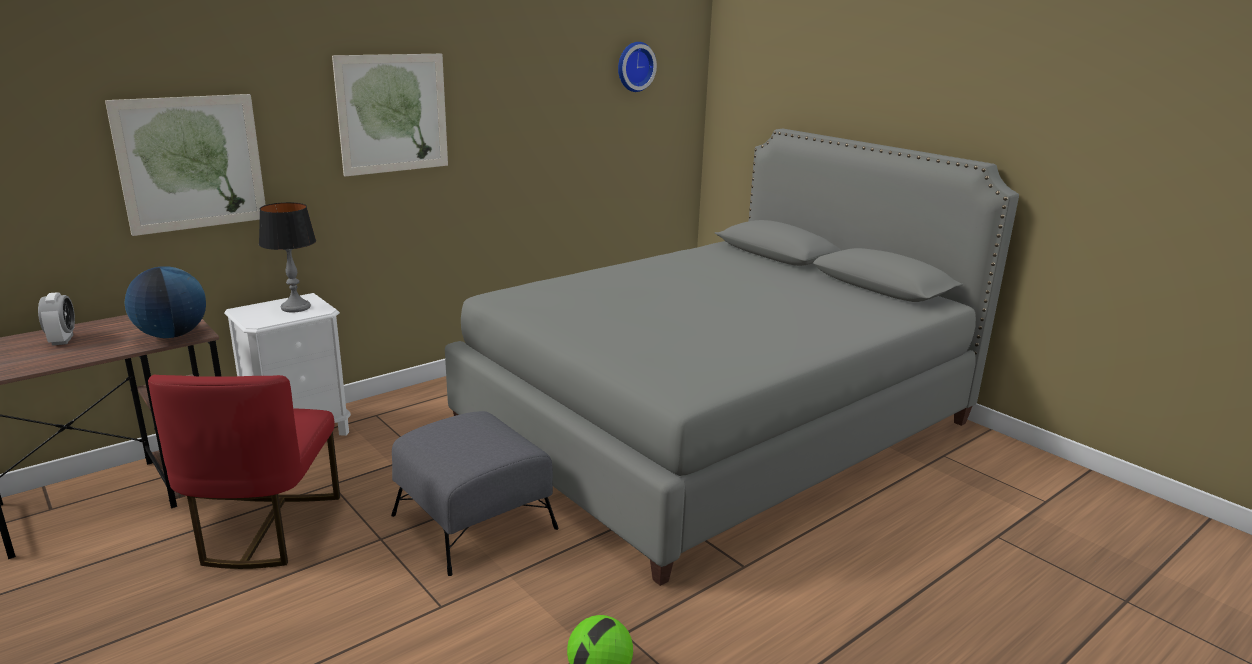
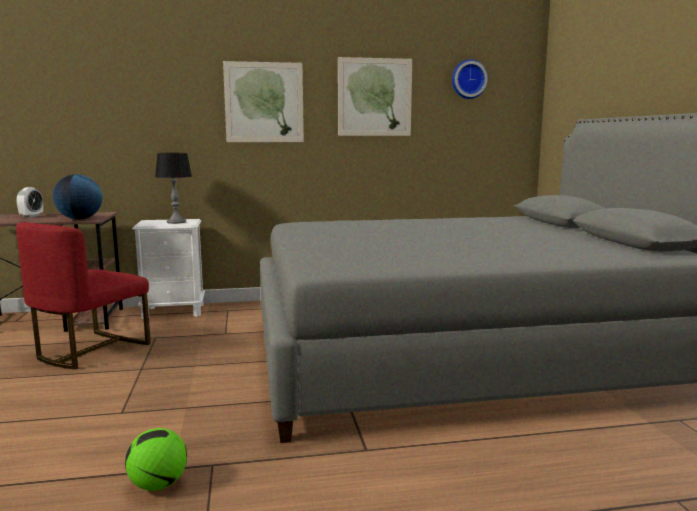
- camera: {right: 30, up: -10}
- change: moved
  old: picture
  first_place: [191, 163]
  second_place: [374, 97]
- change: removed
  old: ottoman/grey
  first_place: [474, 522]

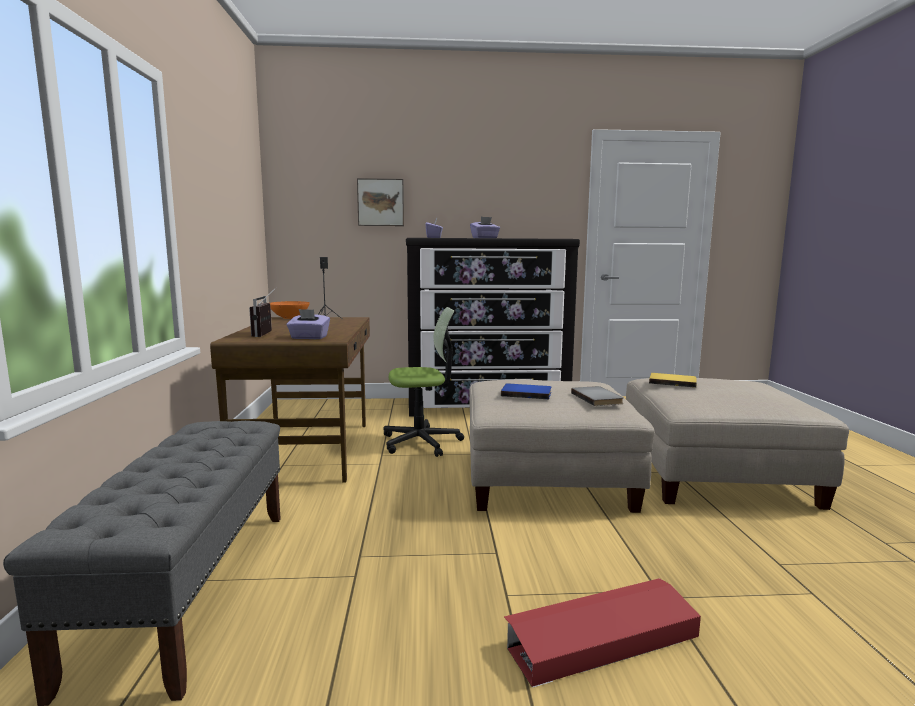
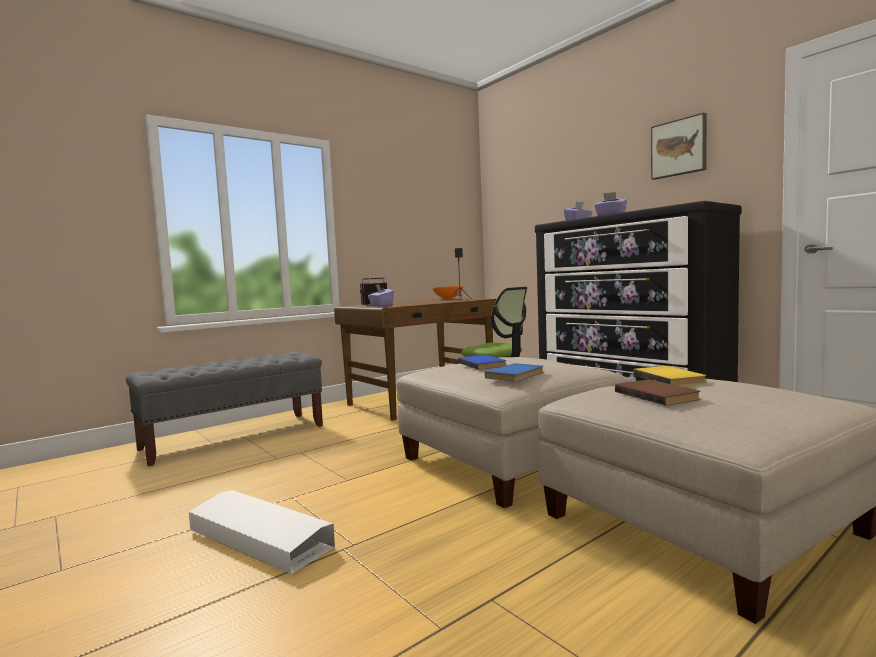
- camera: {right: 55, up: -5}
- change: moved
  old: picture
  first_place: [381, 202]
  second_place: [679, 148]
- change: recoloured
  old: storage box/red
  new: storage box/white
  first_place: [600, 639]
  second_place: [259, 538]
- change: recoloured
  old: book/grey
  new: book/blue
  first_place: [598, 398]
  second_place: [517, 375]
- change: added
  new: book/brown
  second_place: [658, 395]

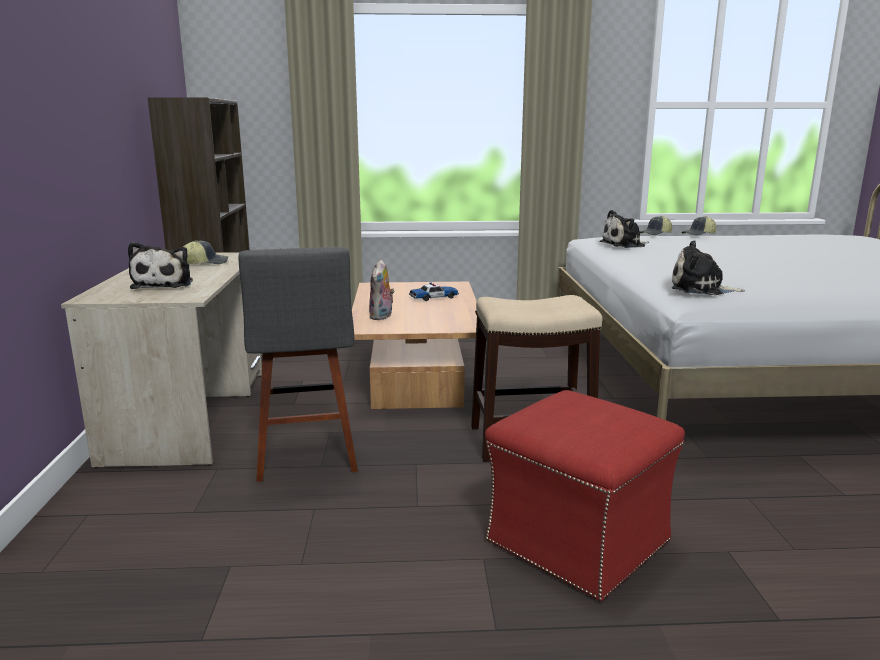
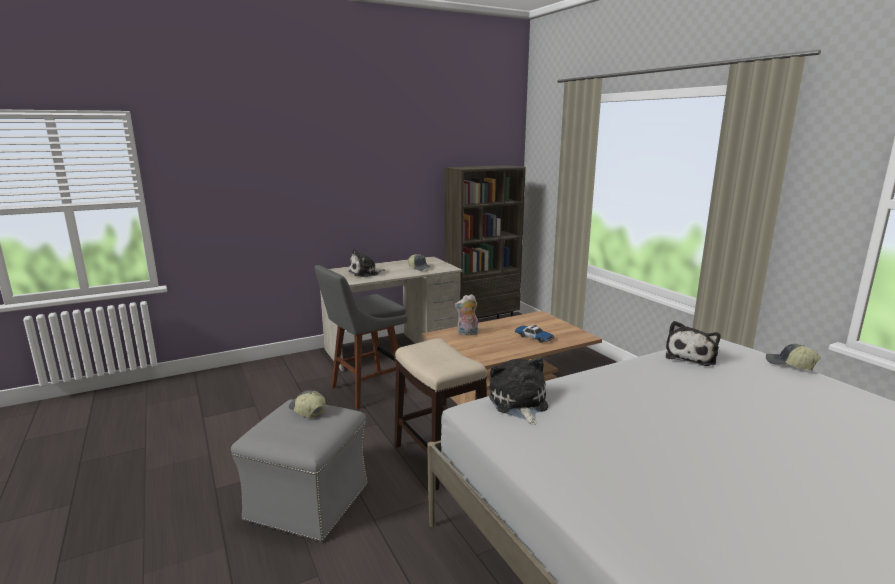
- camera: {right: 65, up: 0}
- change: recoloured
  old: ottoman/red
  new: ottoman/grey
  first_place: [576, 541]
  second_place: [308, 501]
- change: turned
  old: plush toy
  first_place: [625, 245]
  second_place: [691, 356]
  degrees: -105
- change: moved
  old: cap
  first_place: [699, 235]
  second_place: [307, 410]

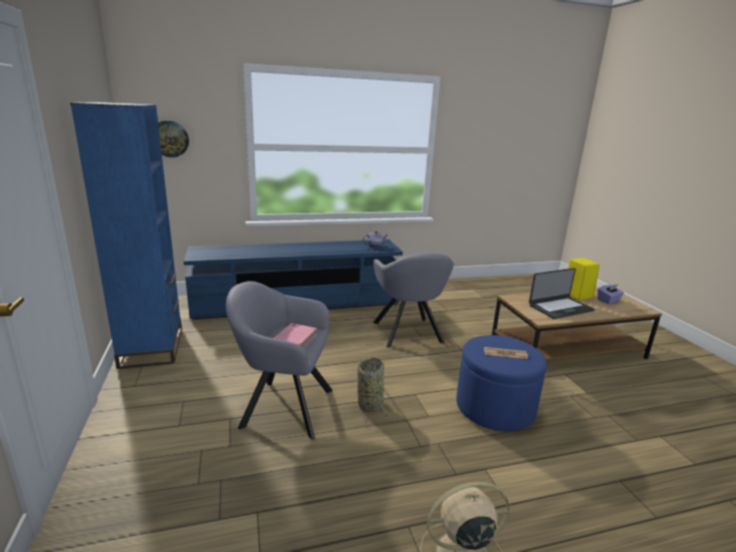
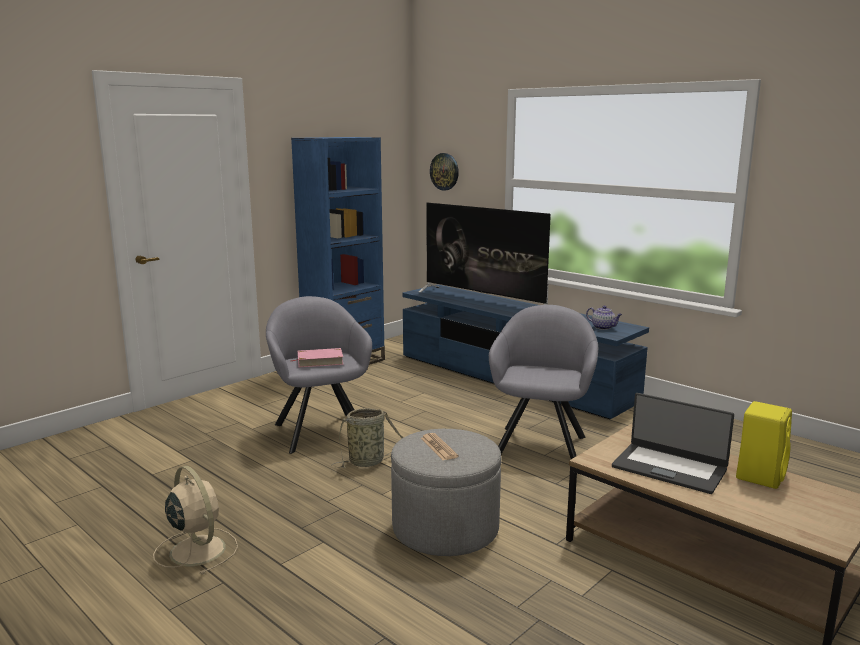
- camera: {right: 60, up: -5}
- change: turned
  old: armchair/grey
  first_place: [408, 334]
  second_place: [541, 444]
  degrees: 150
- change: recoloured
  old: ottoman/blue
  new: ottoman/grey
  first_place: [494, 408]
  second_place: [445, 528]
- change: removed
  old: tissue box/purple
  first_place: [608, 300]
- change: added
  new: television
  second_place: [484, 300]

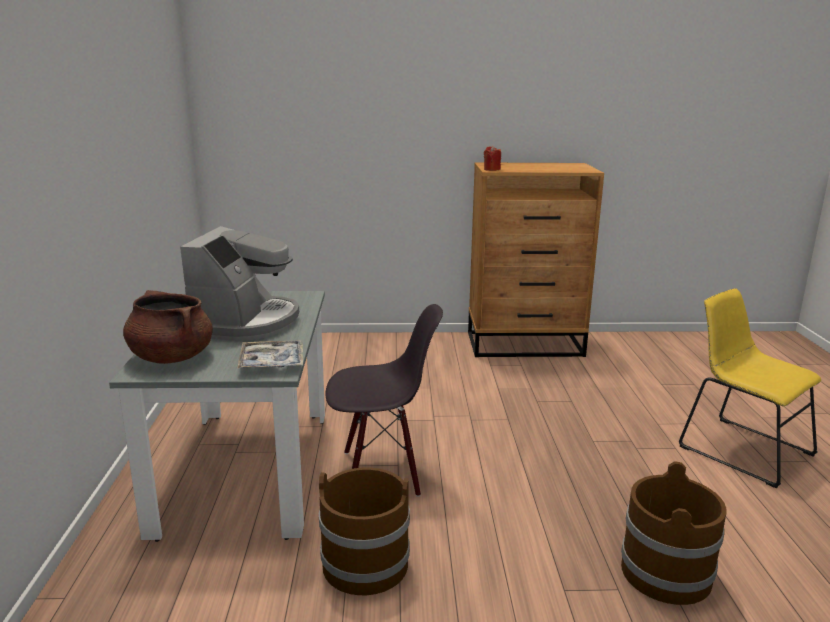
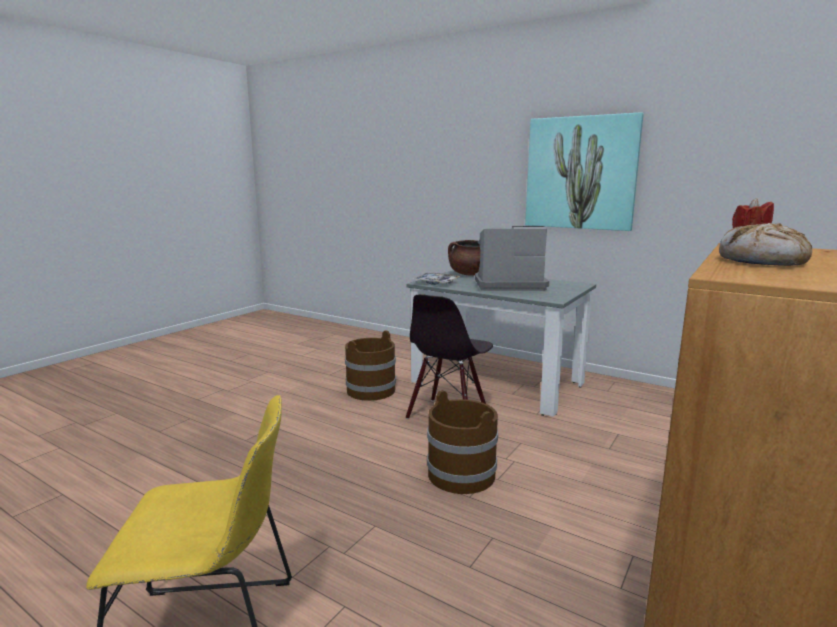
- camera: {right: 125, up: -5}
- change: turned
  old: coffee machine
  first_place: [246, 322]
  second_place: [508, 285]
  degrees: 135
- change: moved
  old: bucket/brown
  first_place: [665, 572]
  second_place: [462, 474]
- change: added
  new: picture
  second_place: [581, 173]
- change: added
  new: bread
  second_place: [762, 261]

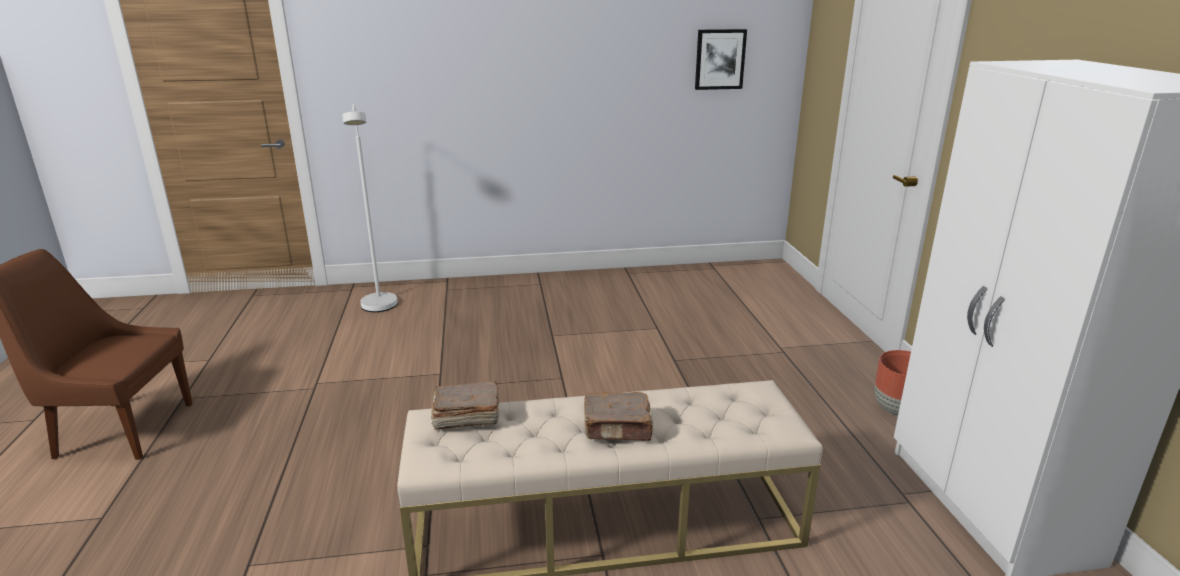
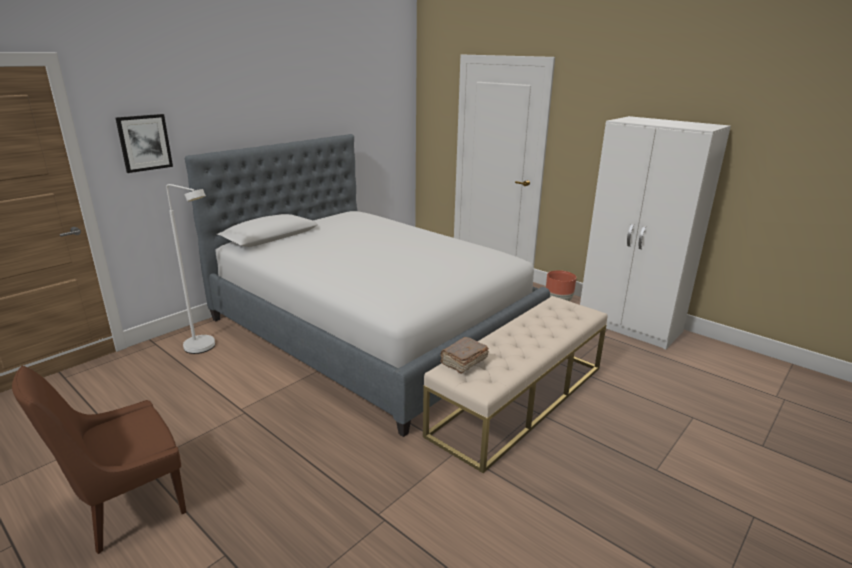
- camera: {right: -40, up: 0}
- change: removed
  old: book/brown
  first_place: [618, 428]
- change: moved
  old: picture
  first_place: [720, 59]
  second_place: [144, 143]
- change: added
  new: bed
  second_place: [372, 329]

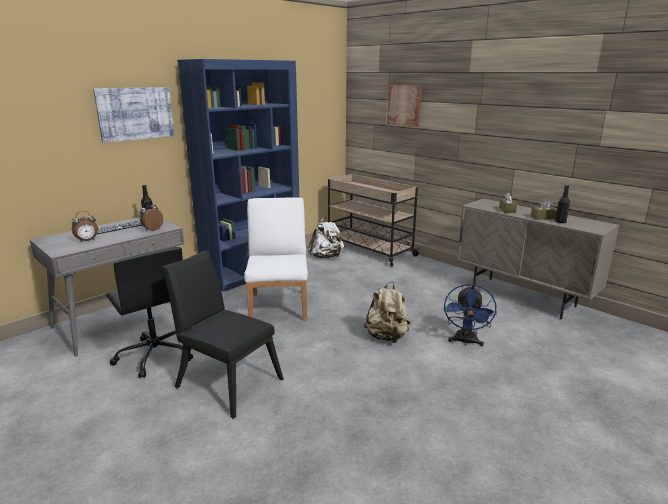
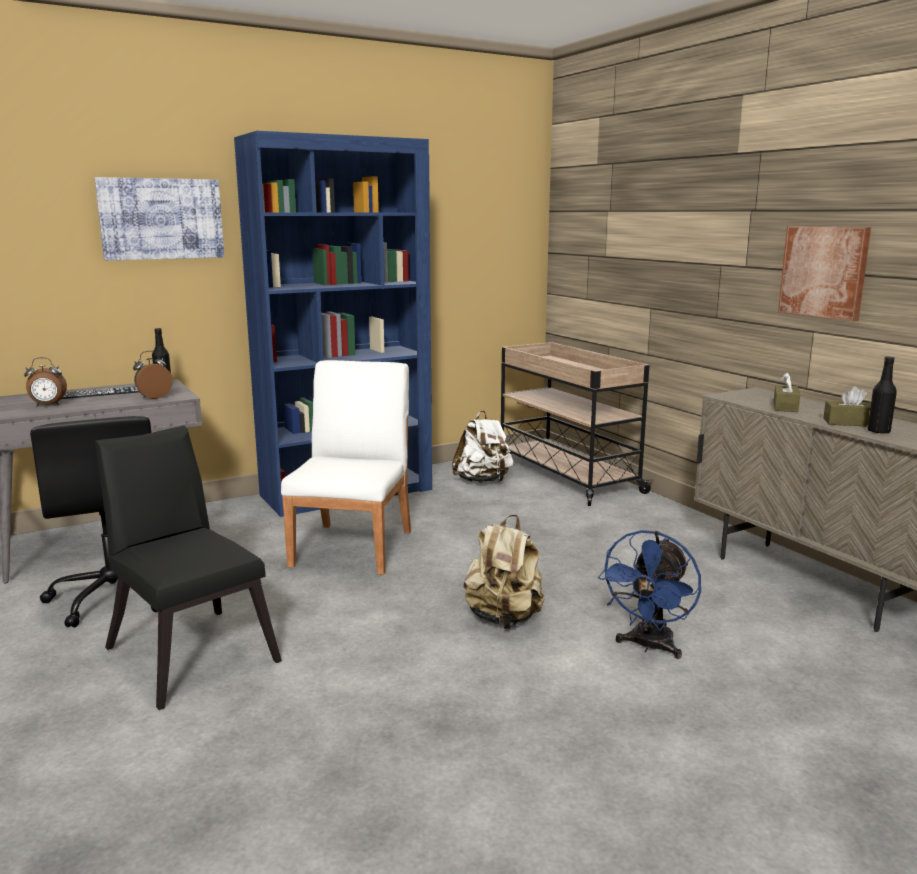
- camera: {right: 15, up: -5}
- change: moved
  old: picture
  first_place: [404, 105]
  second_place: [824, 272]

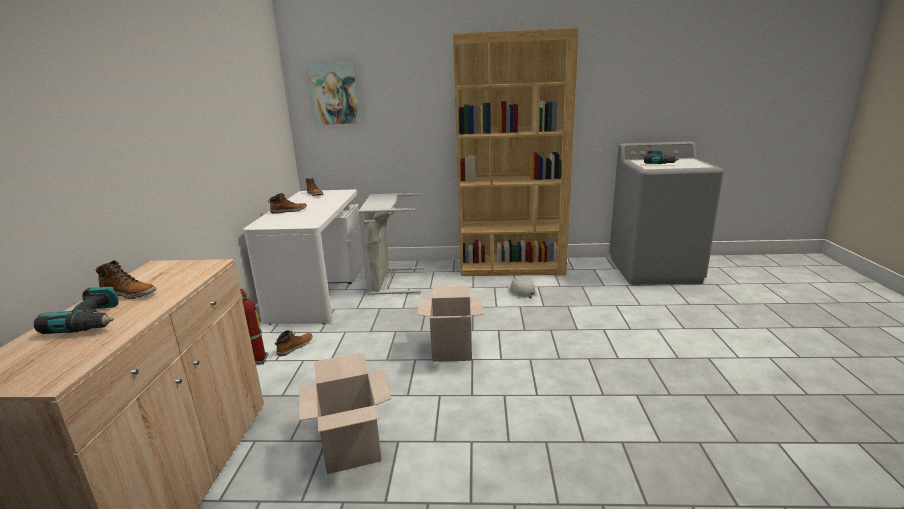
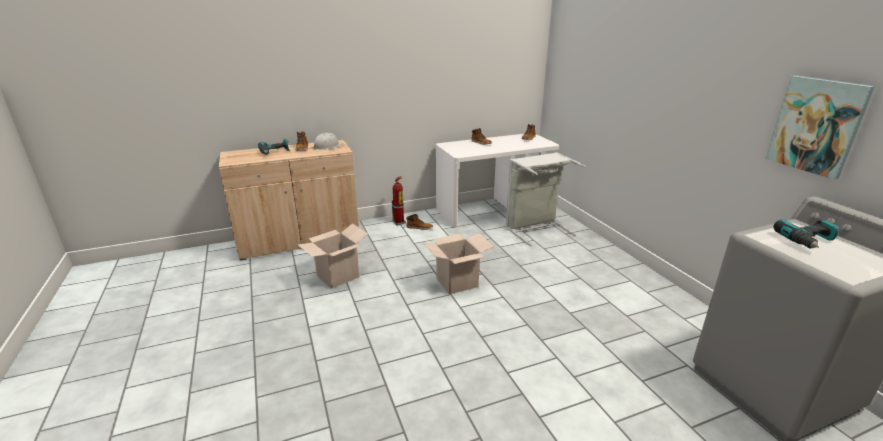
- camera: {right: 65, up: 5}
- change: moved
  old: picture
  first_place: [335, 94]
  second_place: [816, 125]
- change: removed
  old: bookcase/brown
  first_place: [512, 267]
- change: moved
  old: hard hat/white
  first_place: [521, 291]
  second_place: [327, 146]

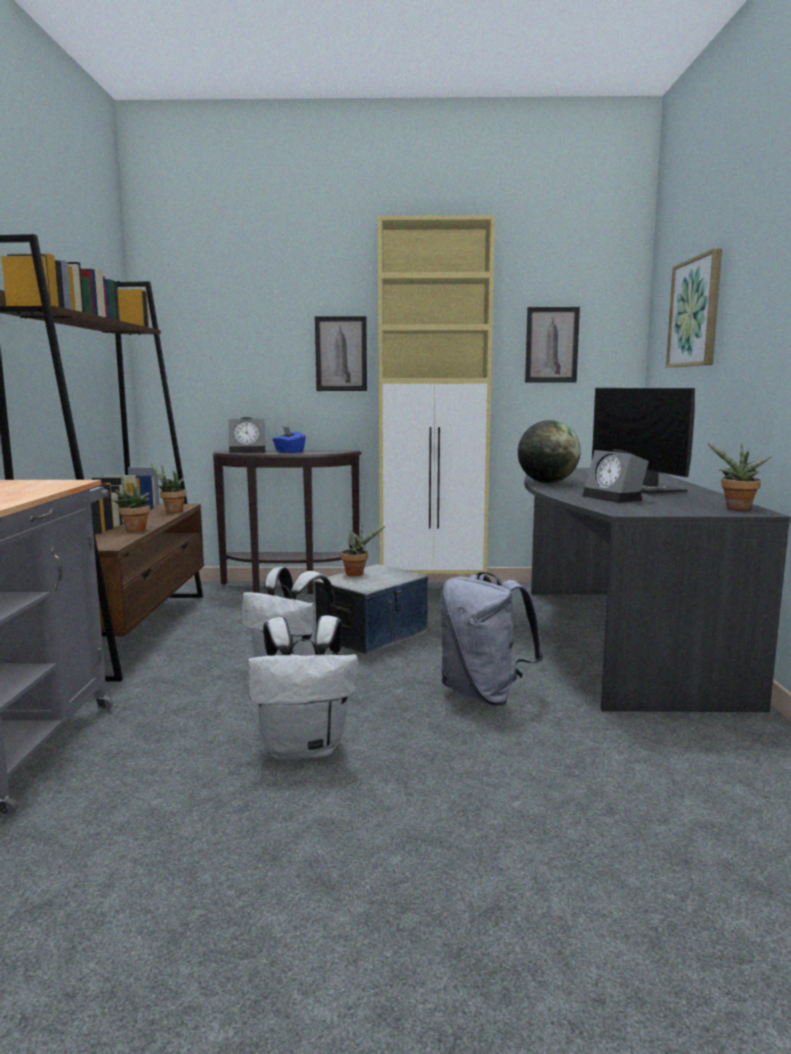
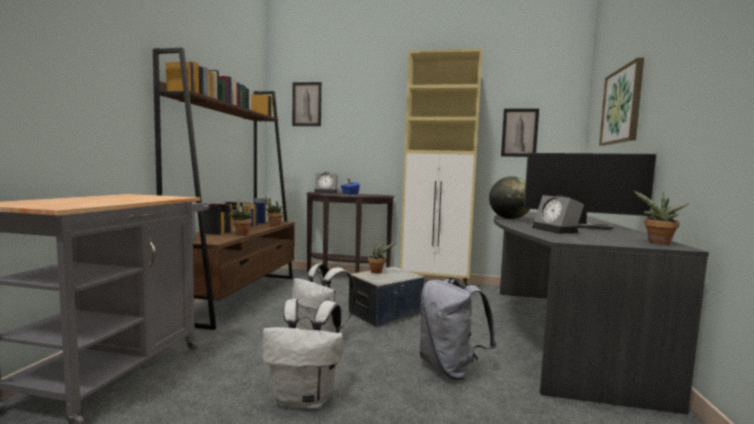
- camera: {right: 10, up: -5}
- change: moved
  old: picture
  first_place: [341, 354]
  second_place: [307, 104]
- change: turned
  old: monitor
  first_place: [646, 488]
  second_place: [582, 226]
  degrees: -60

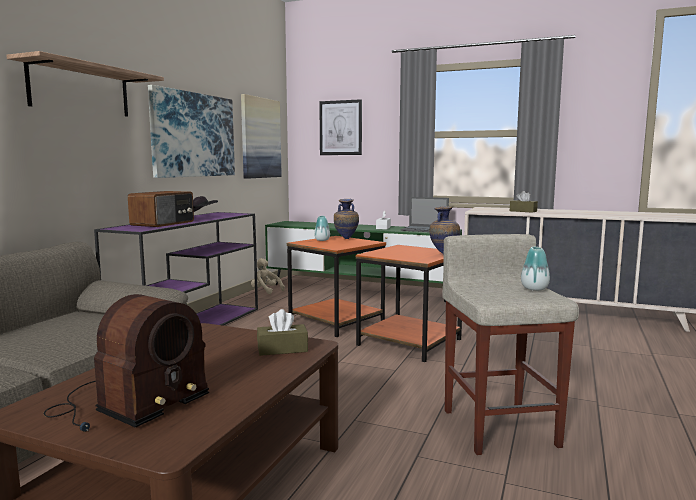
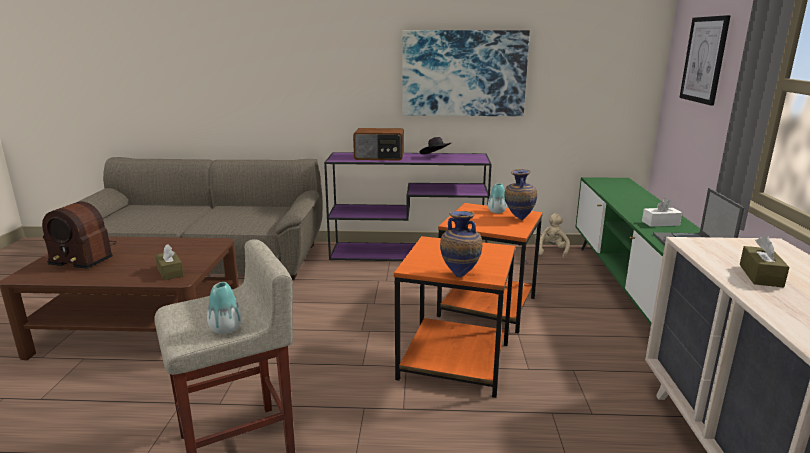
- camera: {right: 70, up: 10}
- change: removed
  old: shelf
  first_place: [80, 90]
- change: removed
  old: picture
  first_place: [260, 138]

